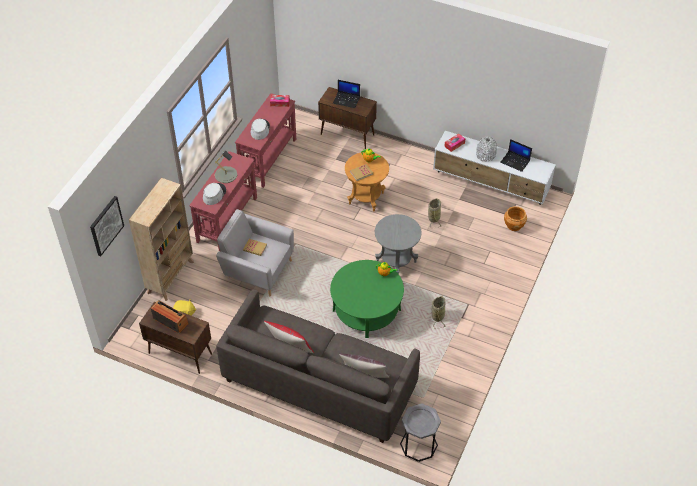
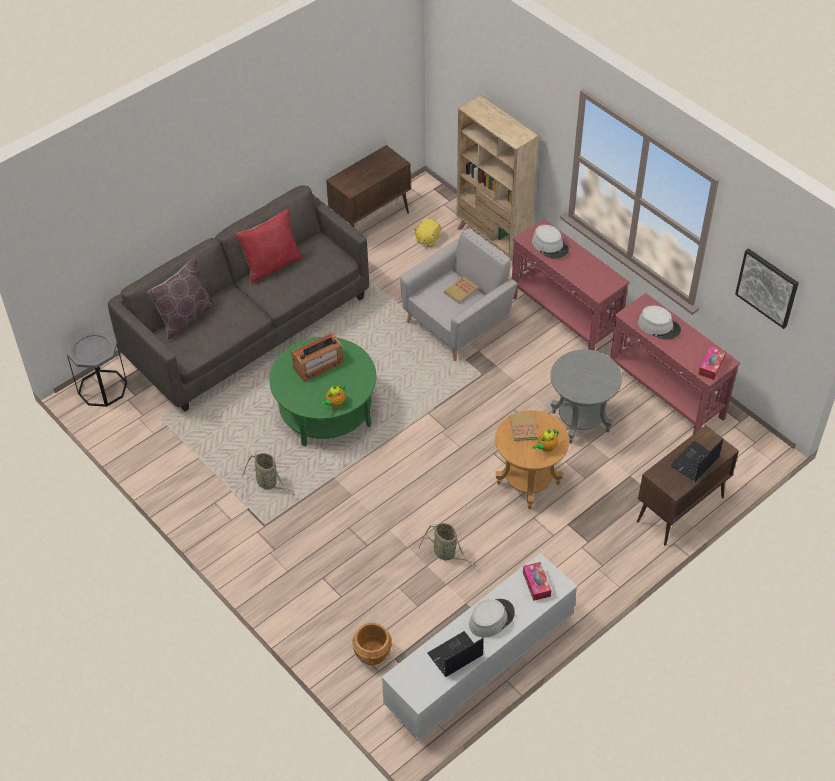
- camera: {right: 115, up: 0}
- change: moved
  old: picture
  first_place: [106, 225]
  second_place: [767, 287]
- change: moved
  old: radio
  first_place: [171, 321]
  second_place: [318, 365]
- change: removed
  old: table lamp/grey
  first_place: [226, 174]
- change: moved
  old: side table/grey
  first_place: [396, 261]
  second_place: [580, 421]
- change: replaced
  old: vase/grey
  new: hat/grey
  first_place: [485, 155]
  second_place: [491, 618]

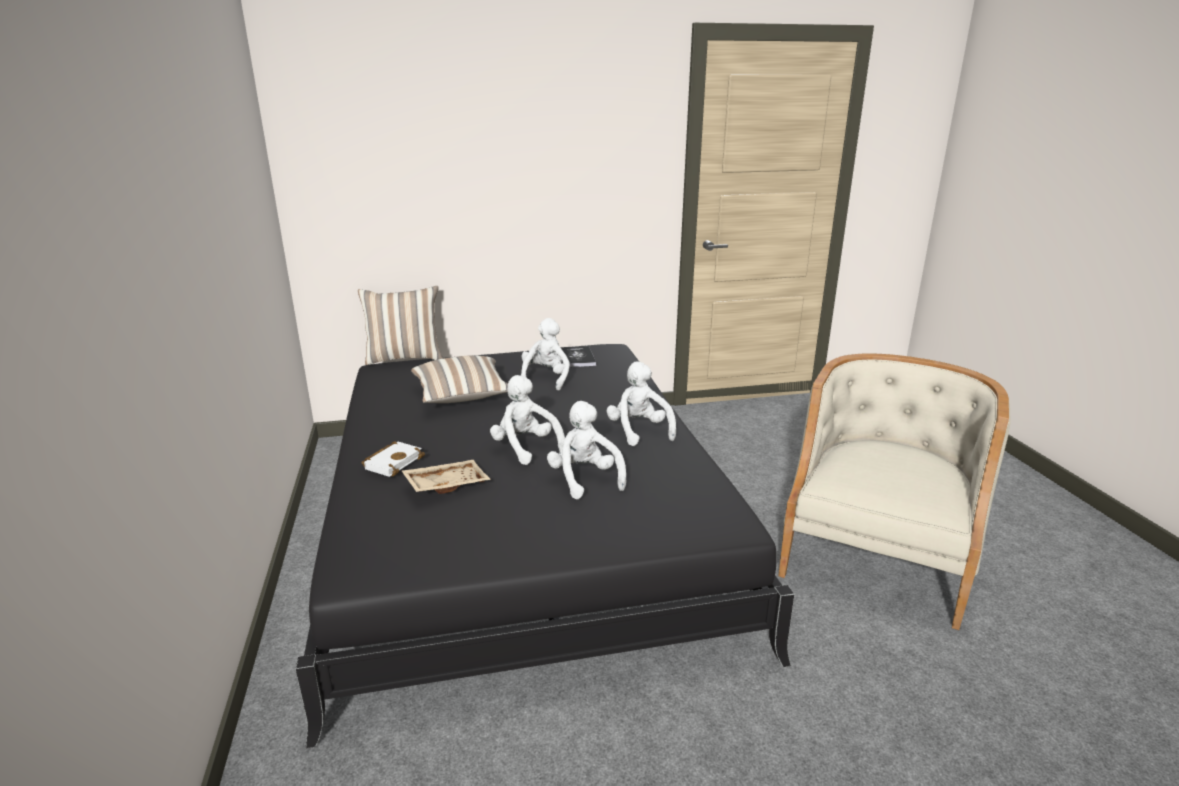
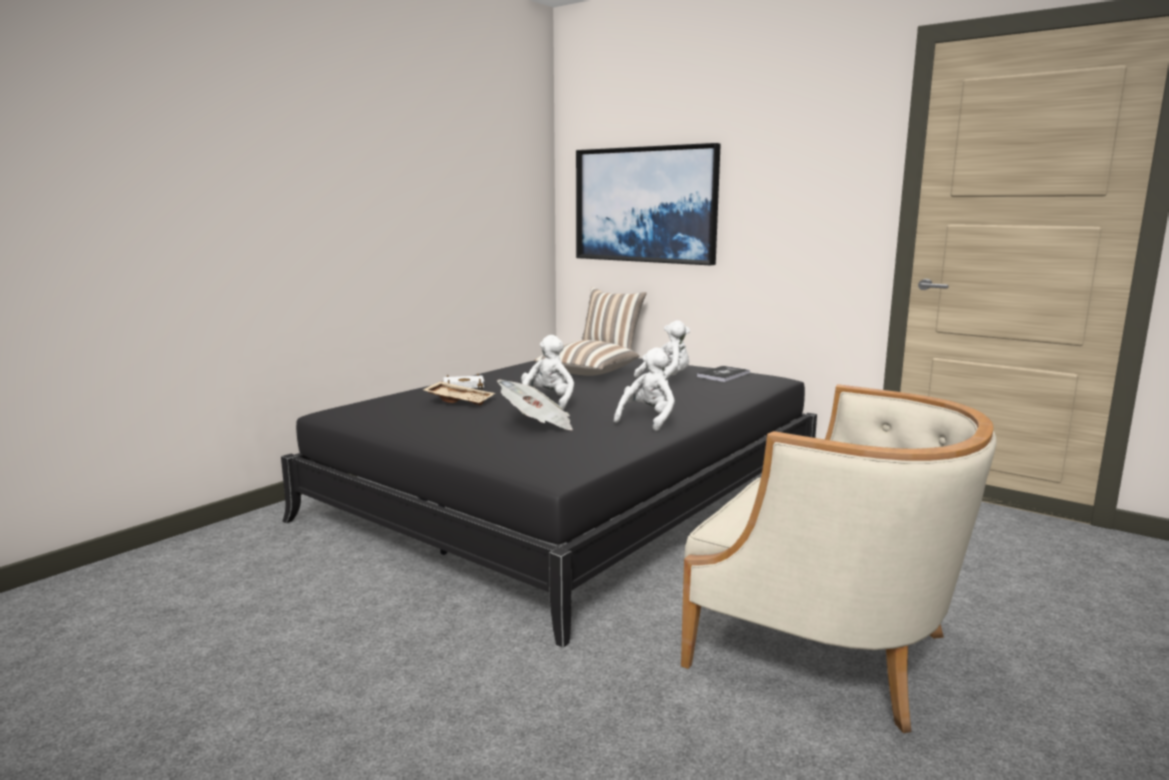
- camera: {right: 50, up: -10}
- change: replaced
  old: plush toy/white
  new: newspaper
  first_place: [585, 479]
  second_place: [537, 425]
- change: turned
  old: armchair/beige
  first_place: [877, 555]
  second_place: [824, 648]
  degrees: 45
- change: added
  new: picture
  second_place: [645, 205]

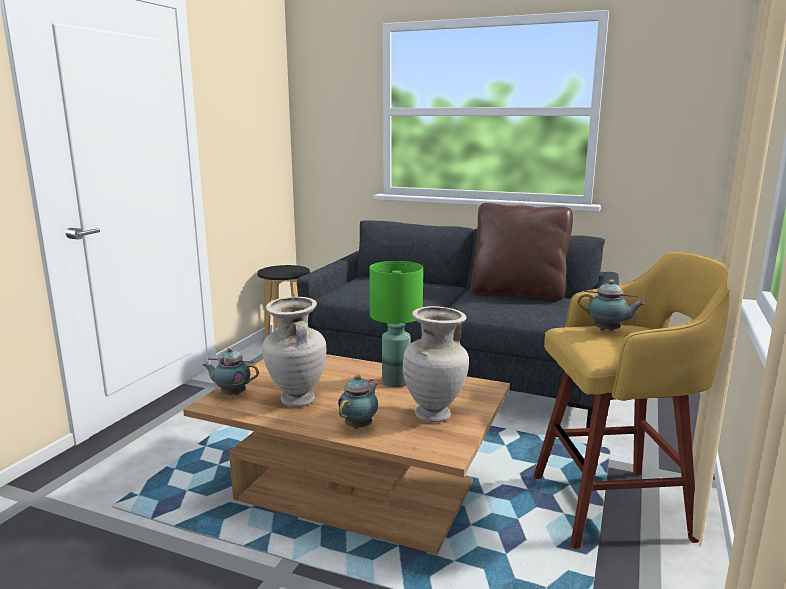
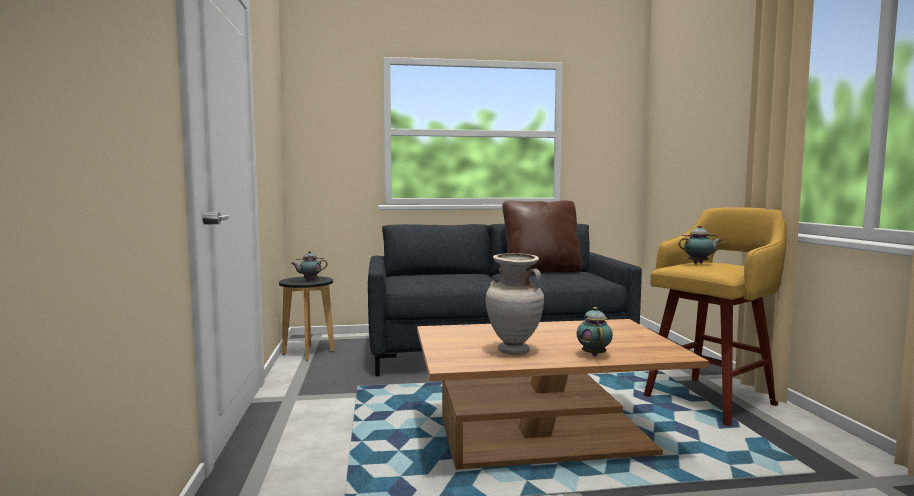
- camera: {right: -30, up: -10}
- change: moved
  old: teapot
  first_place: [231, 394]
  second_place: [309, 280]
- change: removed
  old: table lamp/green
  first_place: [396, 381]
- change: removed
  old: vase/beige
  first_place: [434, 416]

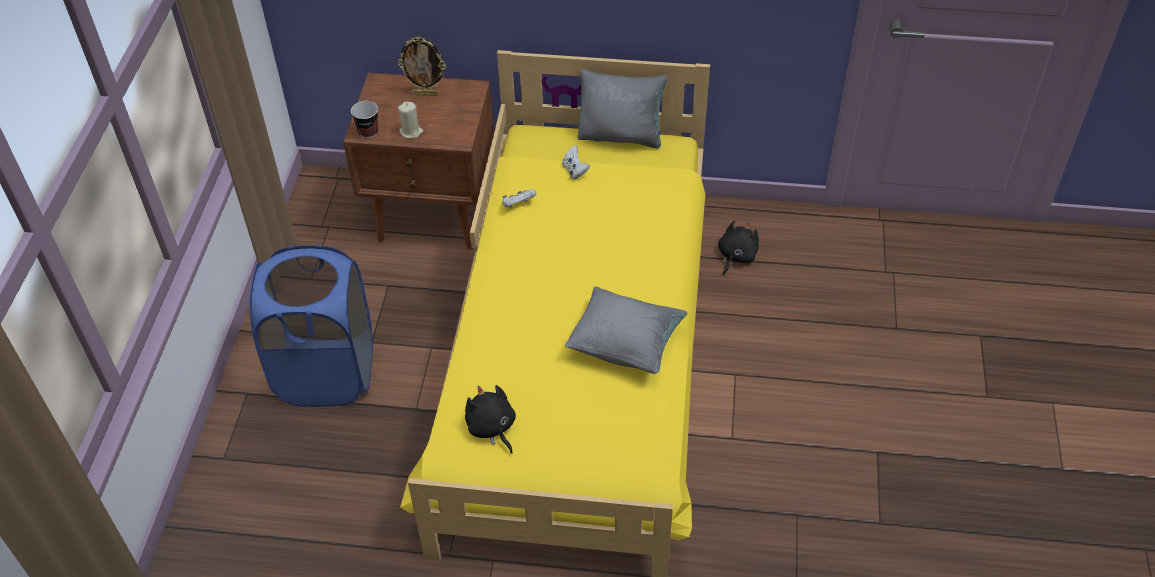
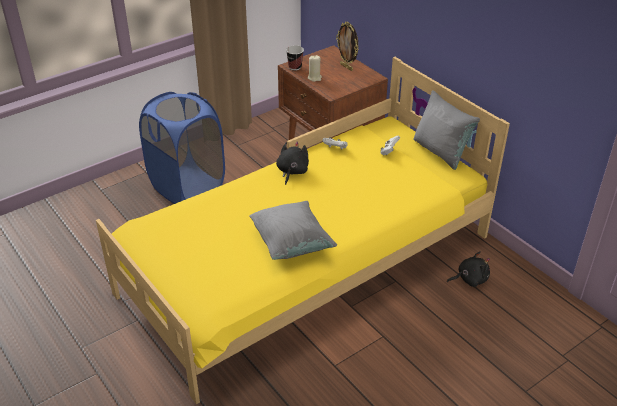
- camera: {right: 45, up: -10}
- change: moved
  old: plush toy/black
  first_place: [492, 428]
  second_place: [292, 172]

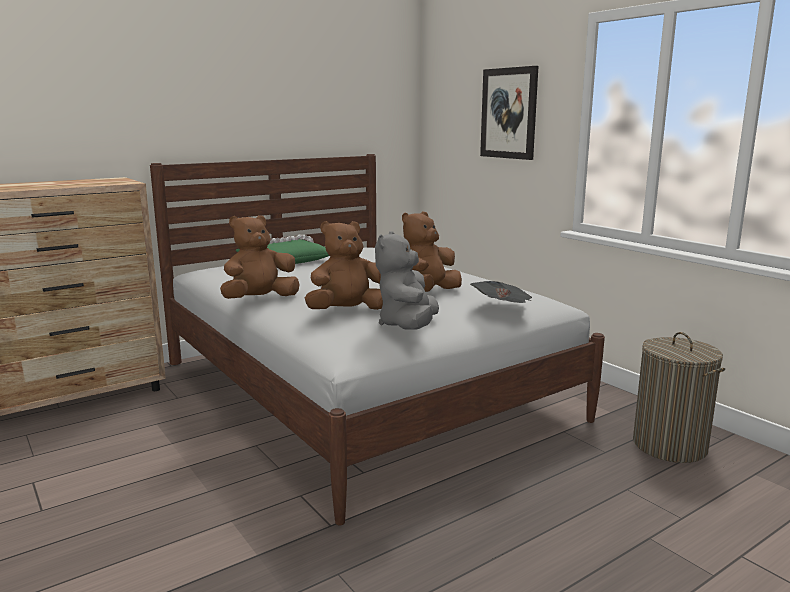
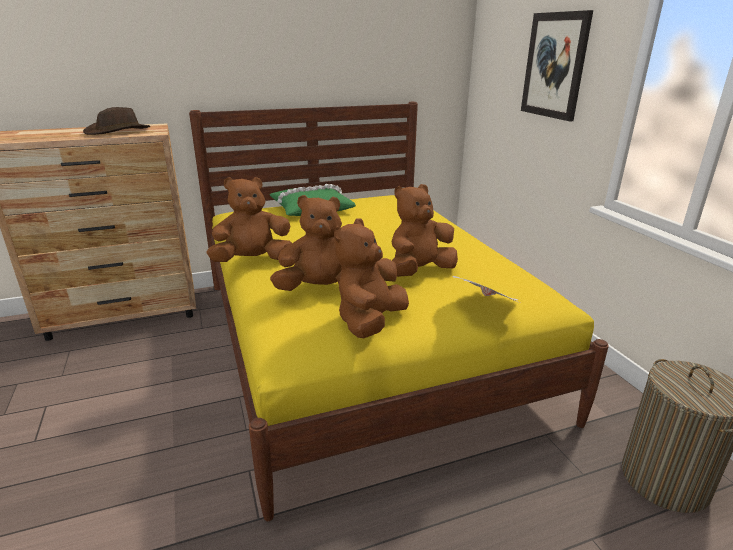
- camera: {right: 15, up: 10}
- change: recoloured
  old: bed/white
  new: bed/yellow
  first_place: [362, 389]
  second_place: [362, 342]
- change: recoloured
  old: plush toy/grey
  new: plush toy/brown
  first_place: [408, 326]
  second_place: [370, 322]
- change: added
  new: hat/brown
  second_place: [118, 131]

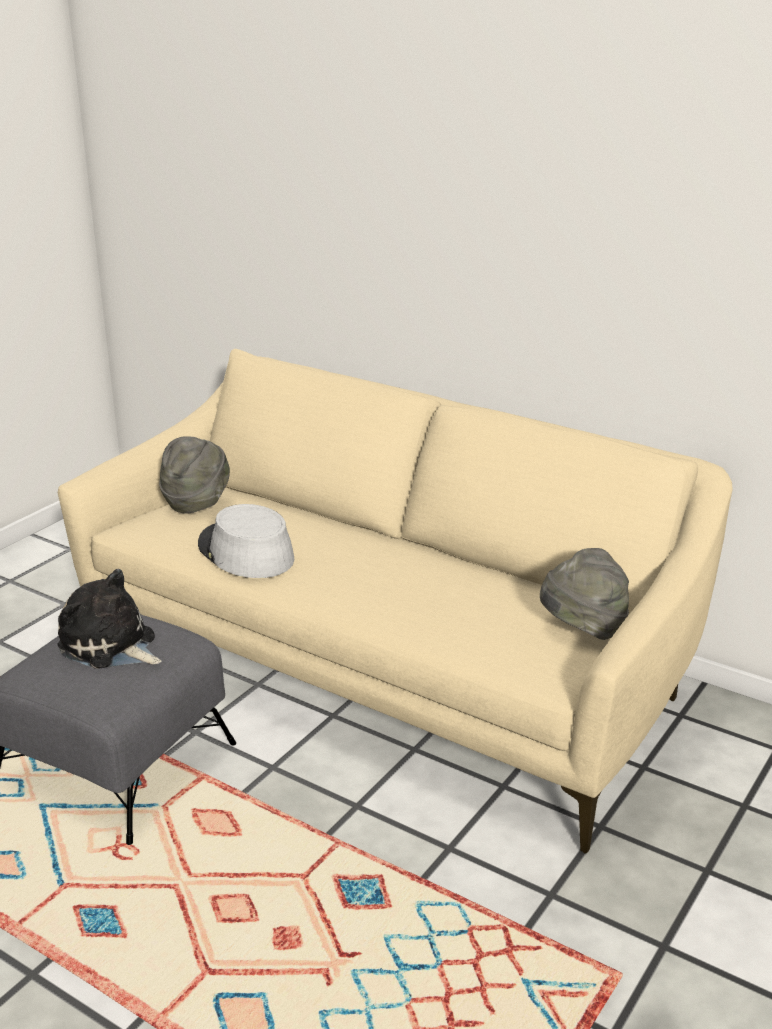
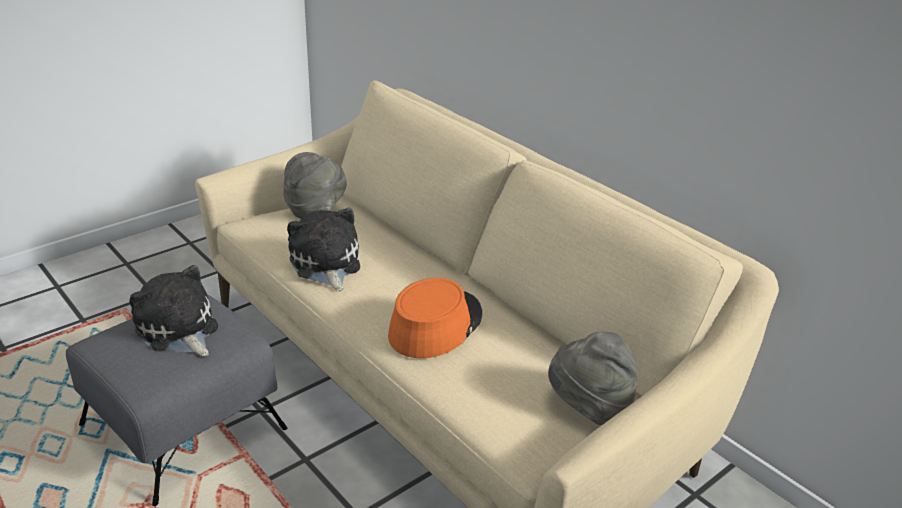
- camera: {right: 15, up: 5}
- change: replaced
  old: hat/grey
  new: plush toy
  first_place: [245, 552]
  second_place: [325, 265]
- change: added
  new: hat/orange
  second_place: [435, 325]

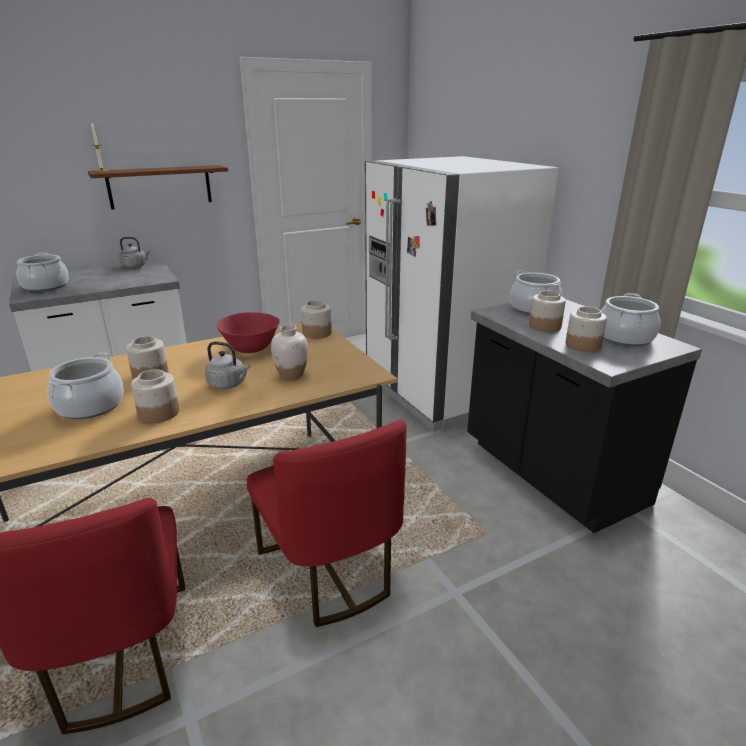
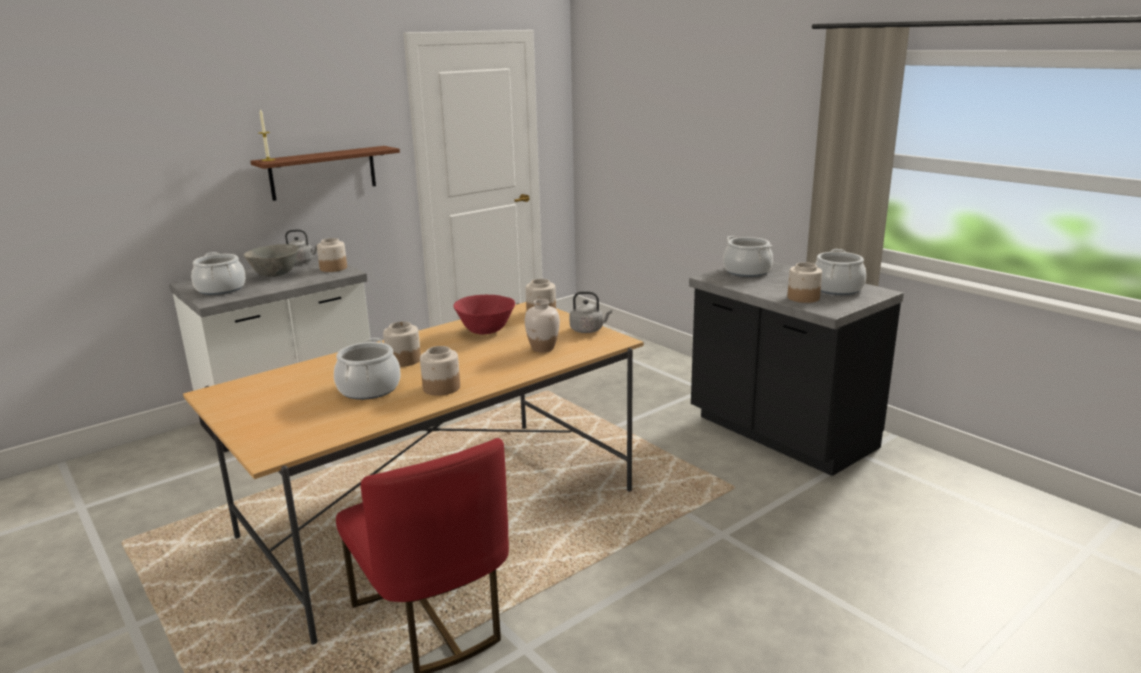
- camera: {right: -10, up: -5}
- change: moved
  old: kettle/grey
  first_place: [228, 384]
  second_place: [588, 330]
- change: removed
  old: chair/red
  first_place: [329, 571]
- change: removed
  old: fridge/white
  first_place: [441, 392]
- change: moved
  old: jar
  first_place: [544, 326]
  second_place: [333, 268]
- change: added
  new: bowl/grey
  second_place: [275, 275]

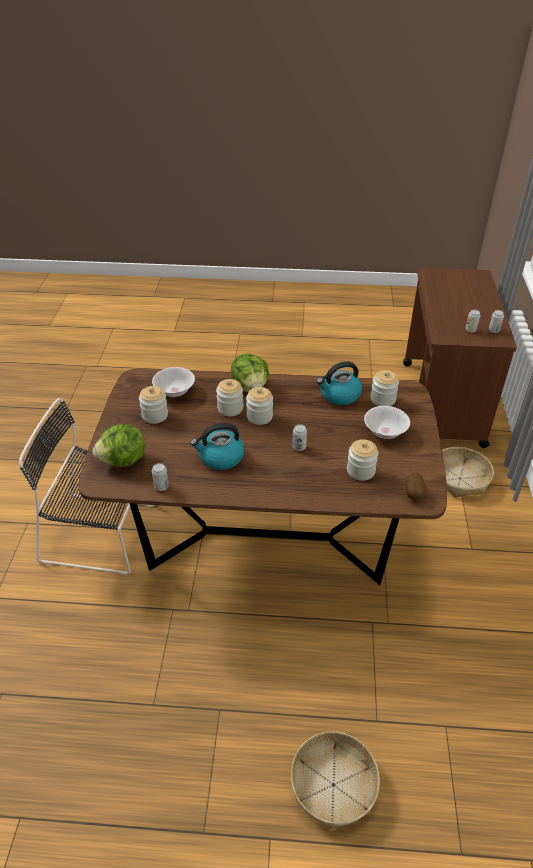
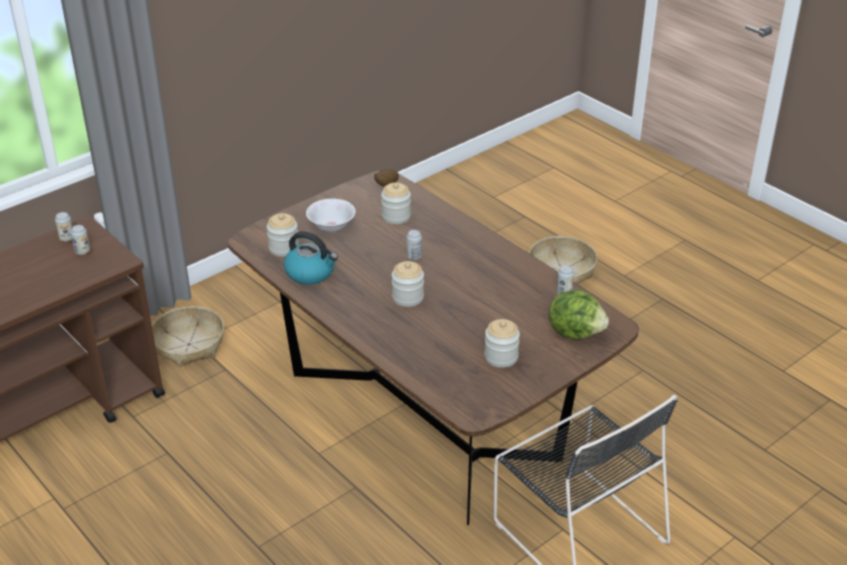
- camera: {right: -135, up: -5}
- change: removed
  old: bowl/white
  first_place: [174, 392]
- change: removed
  old: kettle
  first_place: [220, 457]
- change: removed
  old: jar
  first_place: [230, 408]
- change: removed
  old: lettuce
  first_place: [250, 387]

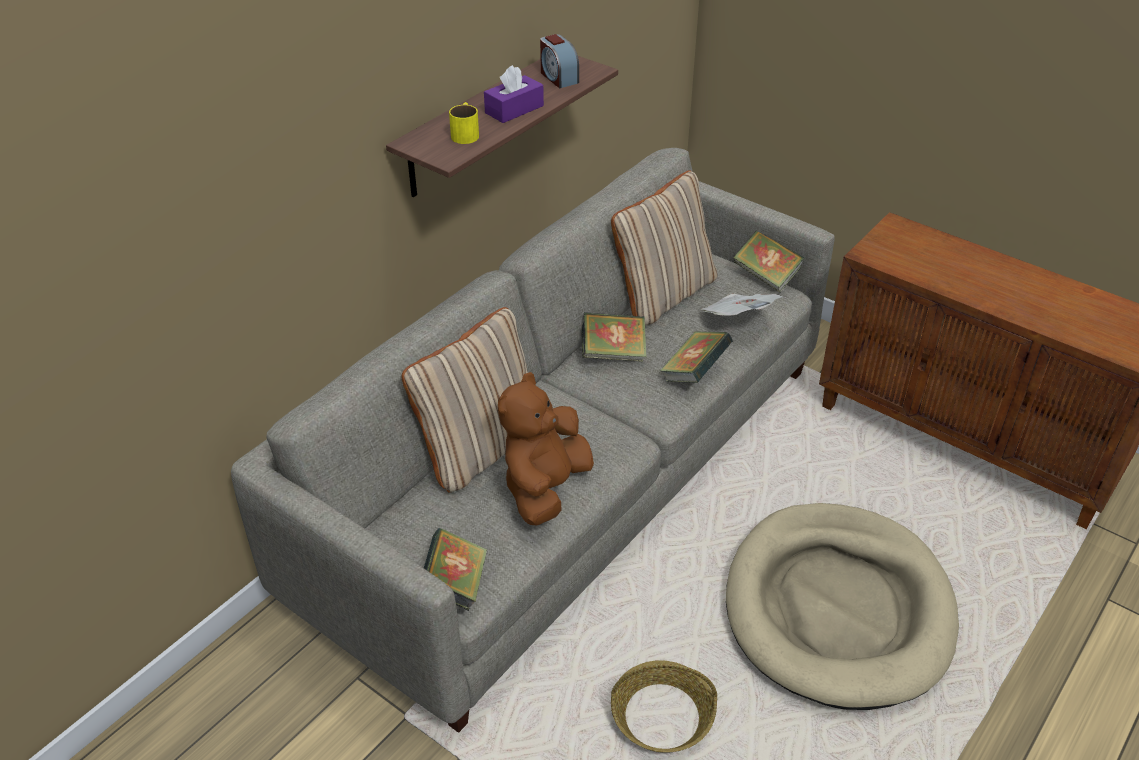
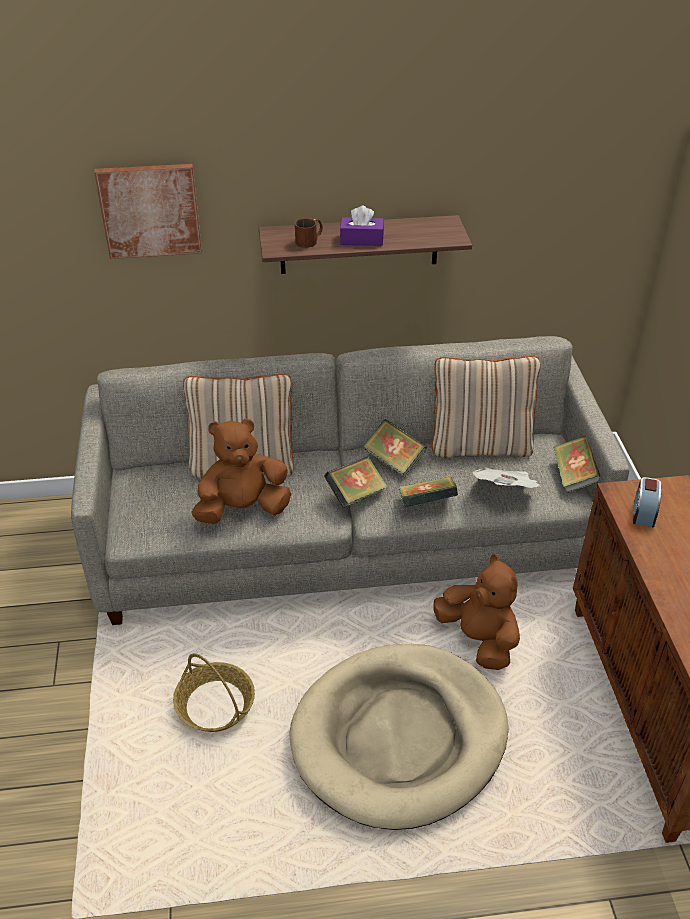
- camera: {right: 45, up: 0}
- change: moved
  old: book
  first_place: [455, 585]
  second_place: [355, 495]
- change: recoloured
  old: mug/yellow
  new: mug/brown
  first_place: [465, 133]
  second_place: [310, 240]
- change: moved
  old: alarm clock
  first_place: [558, 77]
  second_place: [643, 513]
- change: added
  new: picture
  second_place: [150, 210]
- change: added
  new: plush toy/brown
  second_place: [478, 639]

